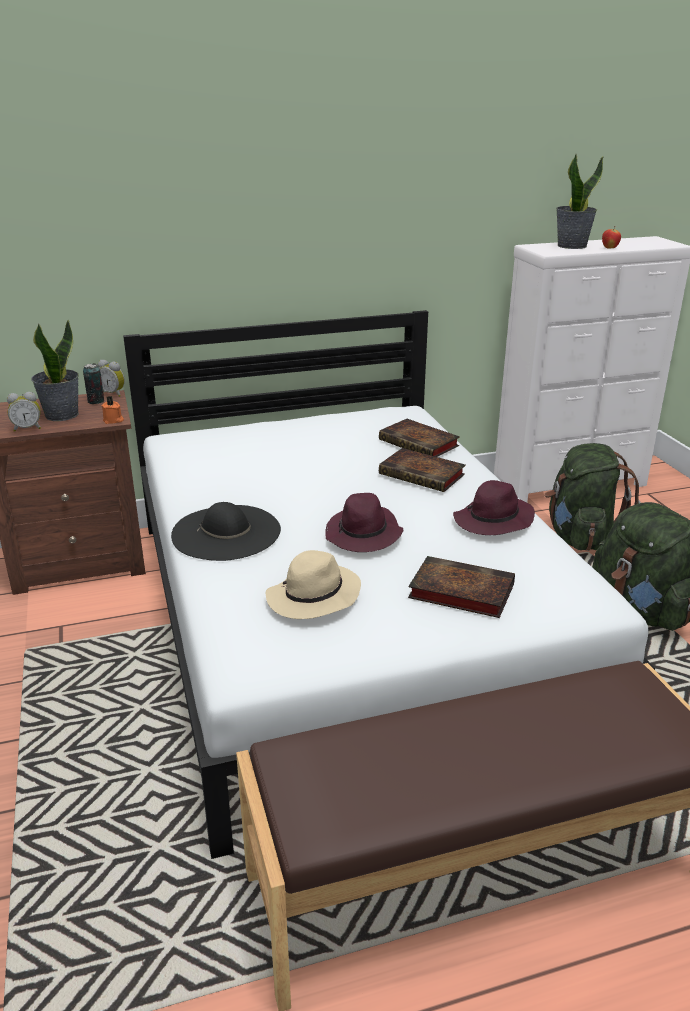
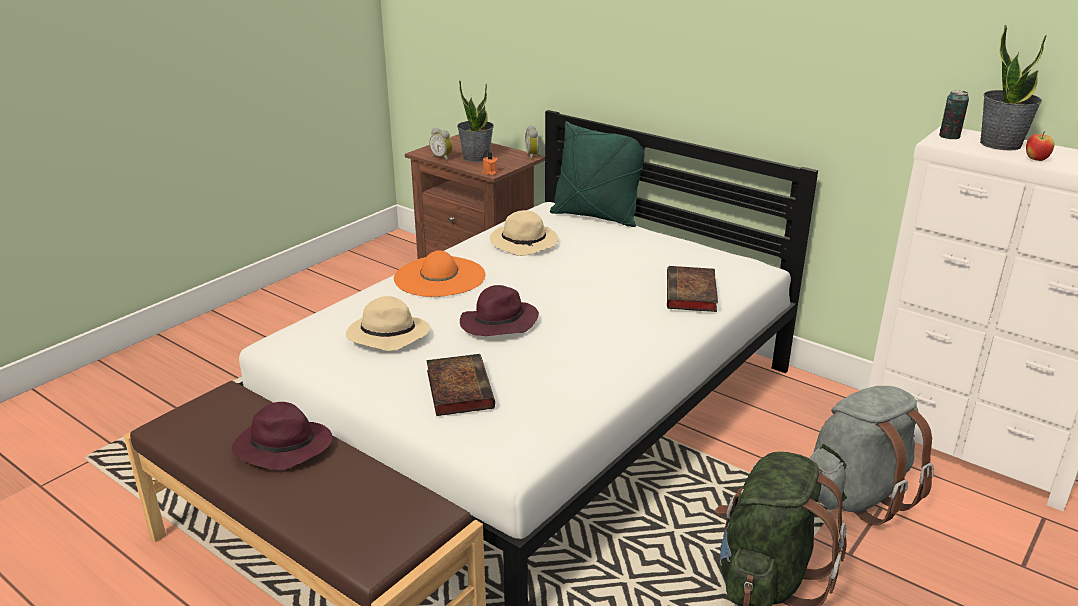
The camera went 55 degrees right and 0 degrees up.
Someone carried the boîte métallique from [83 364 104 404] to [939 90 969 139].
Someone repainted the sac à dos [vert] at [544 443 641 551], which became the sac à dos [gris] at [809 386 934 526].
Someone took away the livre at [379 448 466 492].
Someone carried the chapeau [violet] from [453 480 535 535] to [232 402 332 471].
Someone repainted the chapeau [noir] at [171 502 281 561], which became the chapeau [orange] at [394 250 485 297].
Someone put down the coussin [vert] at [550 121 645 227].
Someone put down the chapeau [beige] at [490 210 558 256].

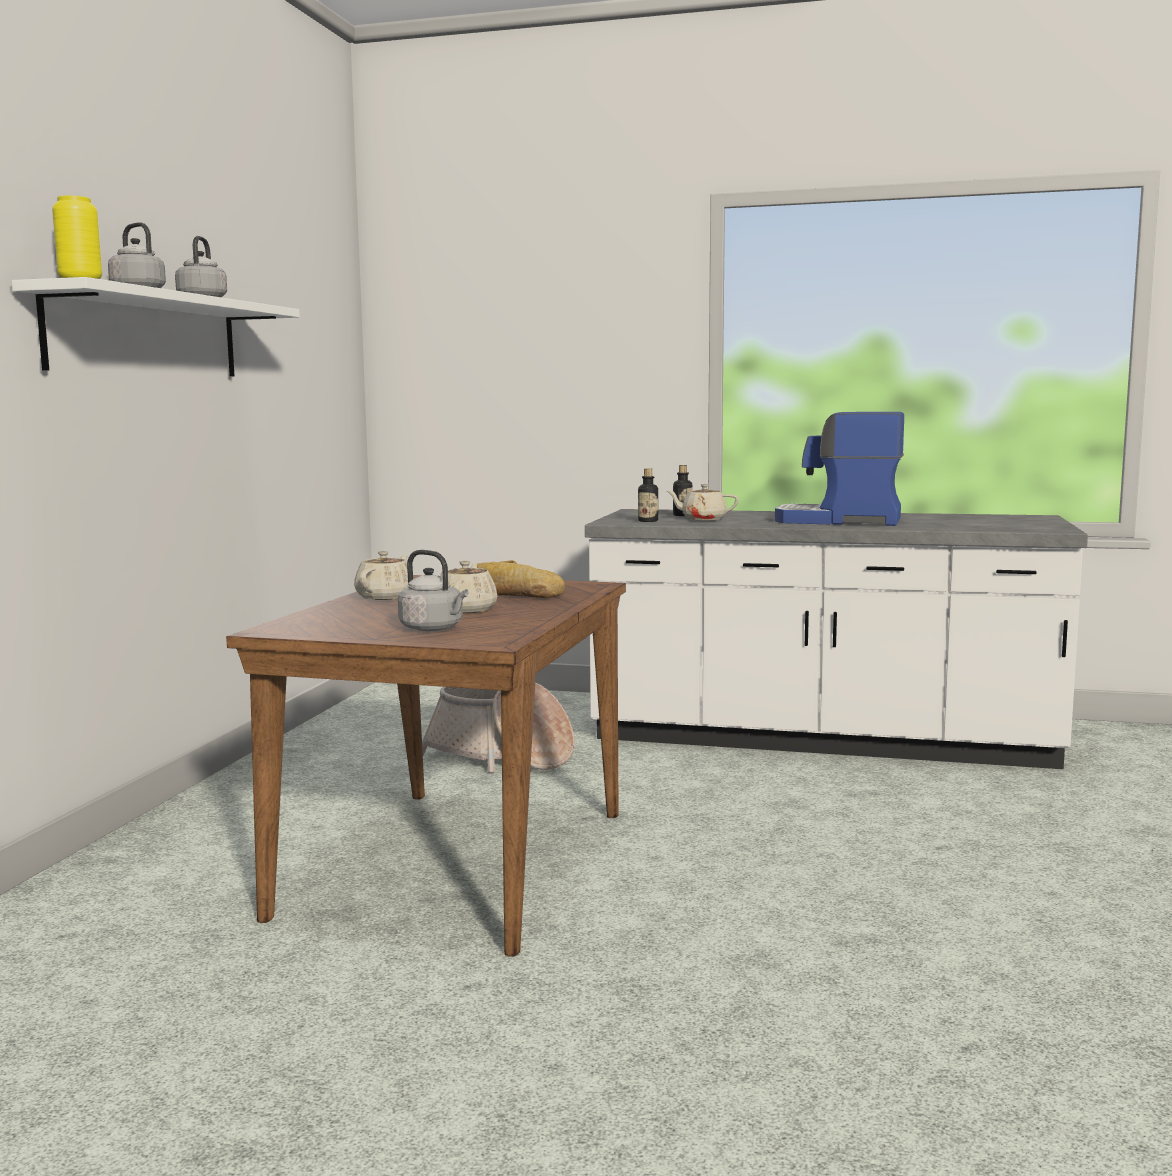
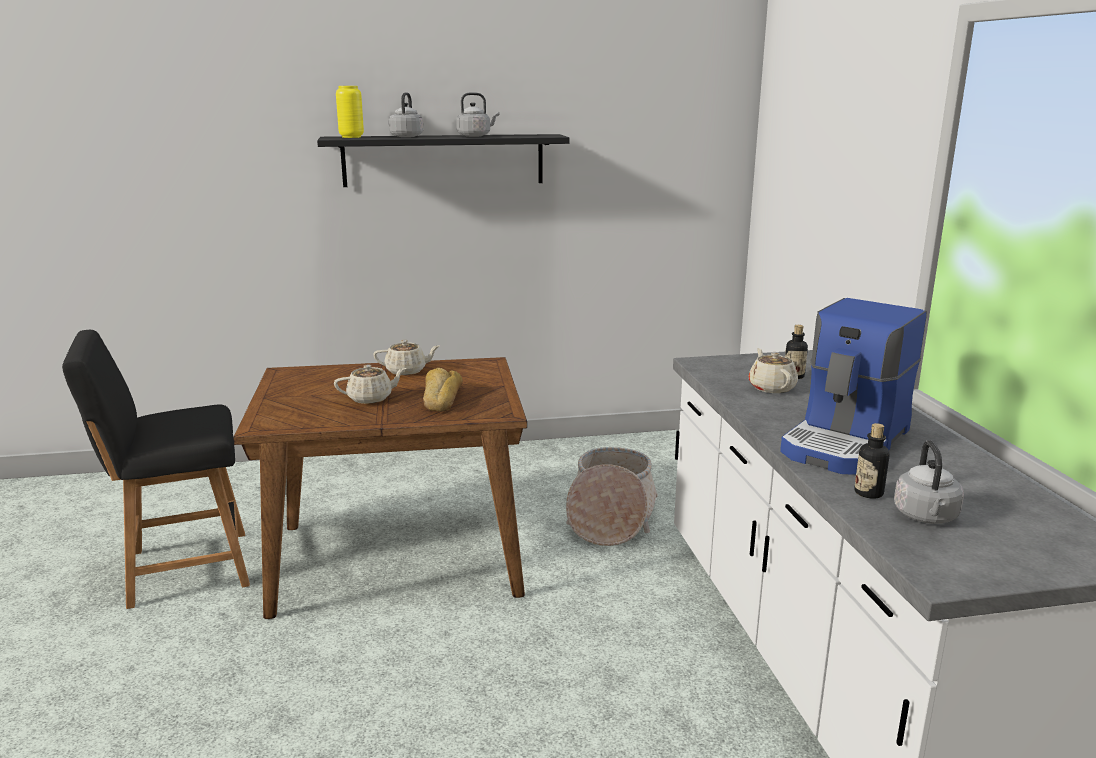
The camera went 65 degrees right and 10 degrees up.
Someone repainted the étagère [blanc] at [12 277 300 376], which became the étagère [noir] at [317 134 569 187].
Someone rotated the machine à café at [775 412 904 526] by 135 degrees counterclockwise.
Someone carried the bouteille from [638 468 658 522] to [854 423 889 499].
Someone carried the bouilloire [gris] from [398 550 468 631] to [894 440 964 524].
Someone put down the chaise [noir] at [62 330 250 609].

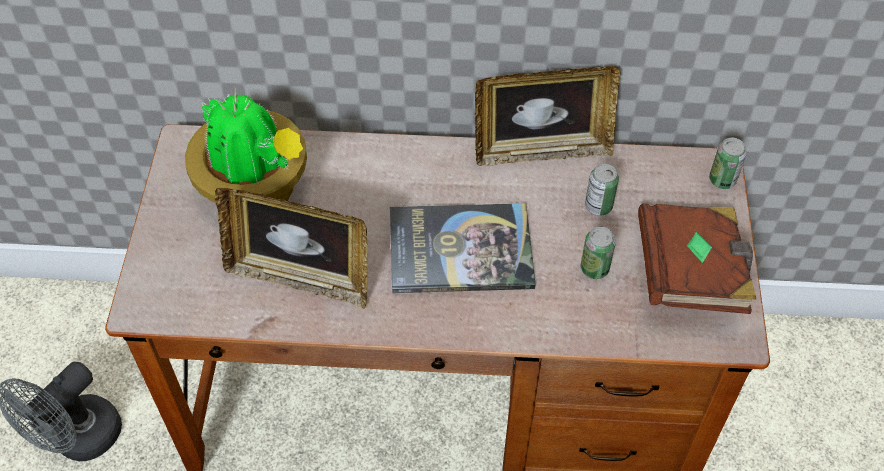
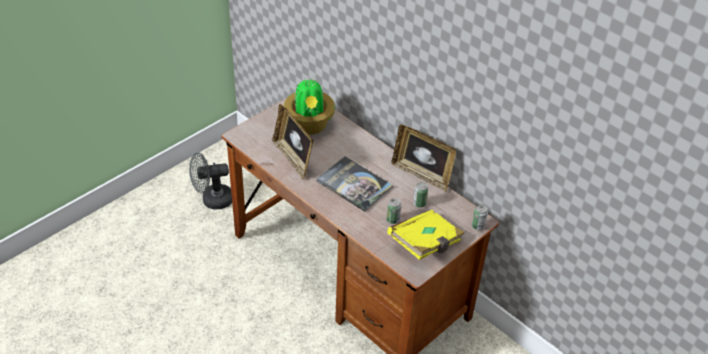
The camera went 40 degrees right and 10 degrees down.
Someone repainted the livre [marron] at [638 203 756 314], which became the livre [jaune] at [387 210 465 260].

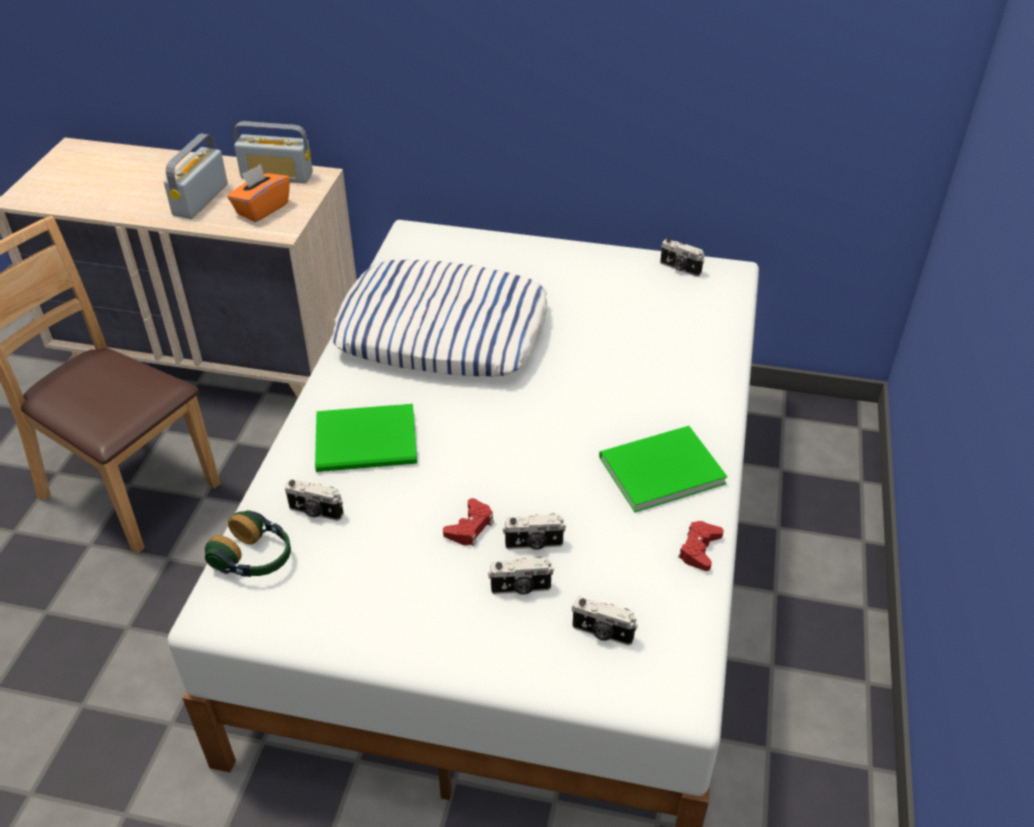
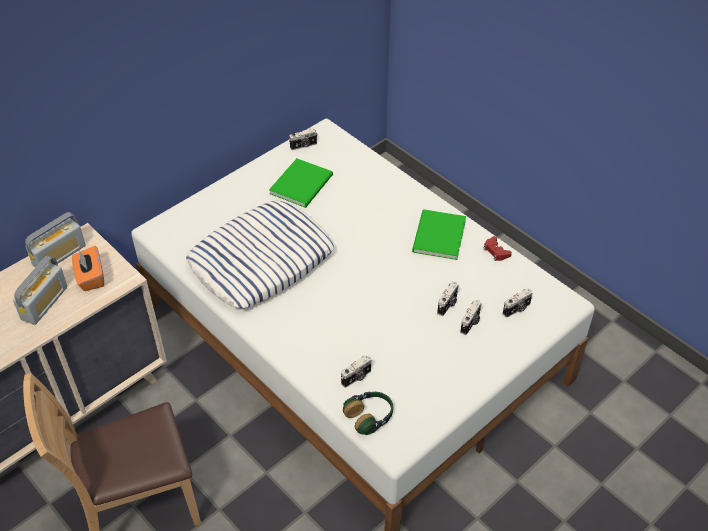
The camera went 55 degrees left and 5 degrees up.
Someone rotated the radio at [164 133 228 219] by 120 degrees counterclockwise.
Someone carried the livre [vert] from [315 404 417 472] to [269 158 333 208].
Someone took away the manette [rouge] at [443 498 494 546].

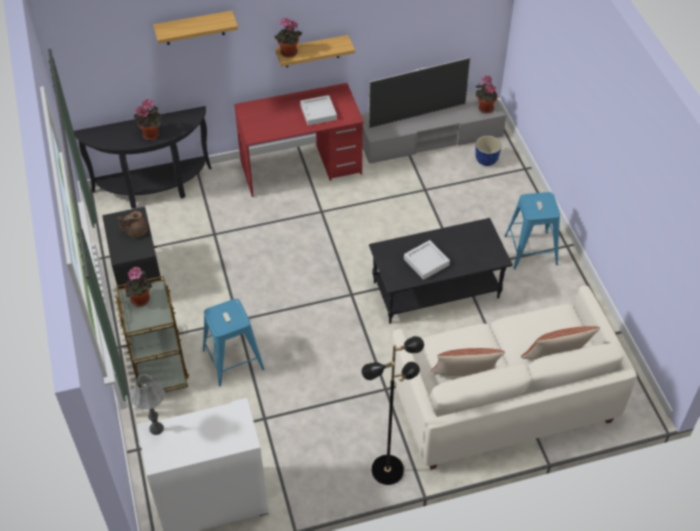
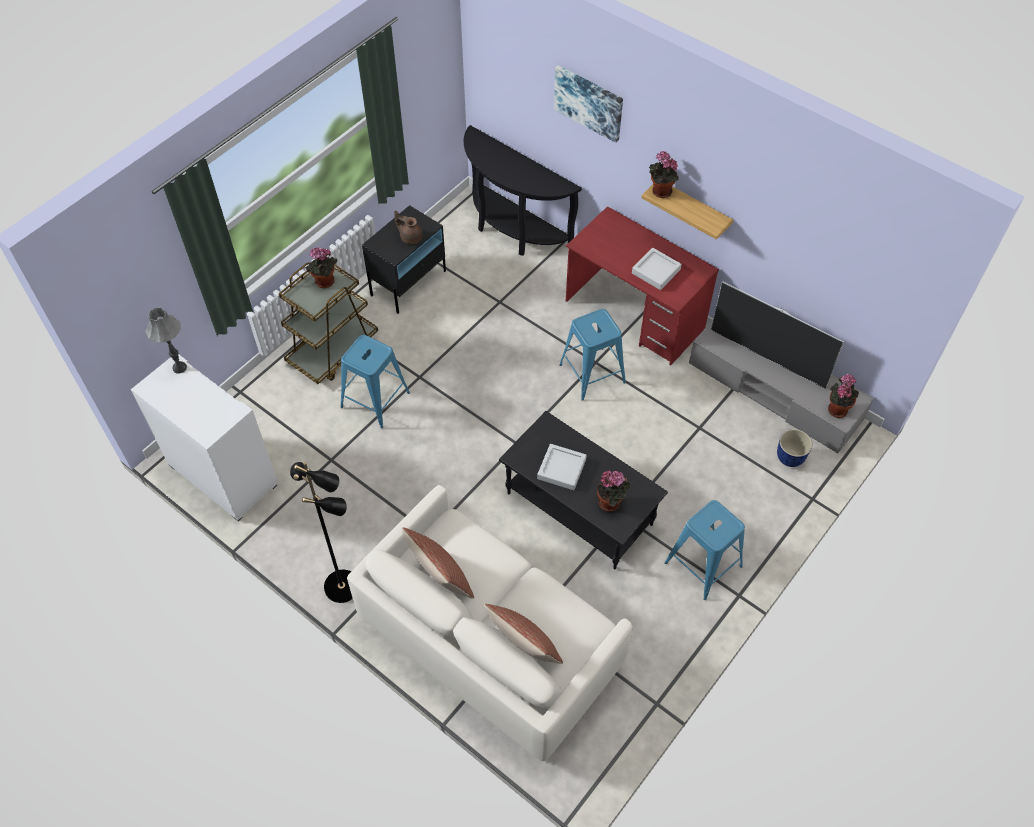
The camera went 55 degrees right and 5 degrees up.
Someone swapped the étagère at [153 11 238 45] for the tableau at [554 65 623 143].
Someone carried the plante en pot from [134 99 162 140] to [597 470 631 512].
Someone put down the tabouret [bleu] at [559 309 626 401].

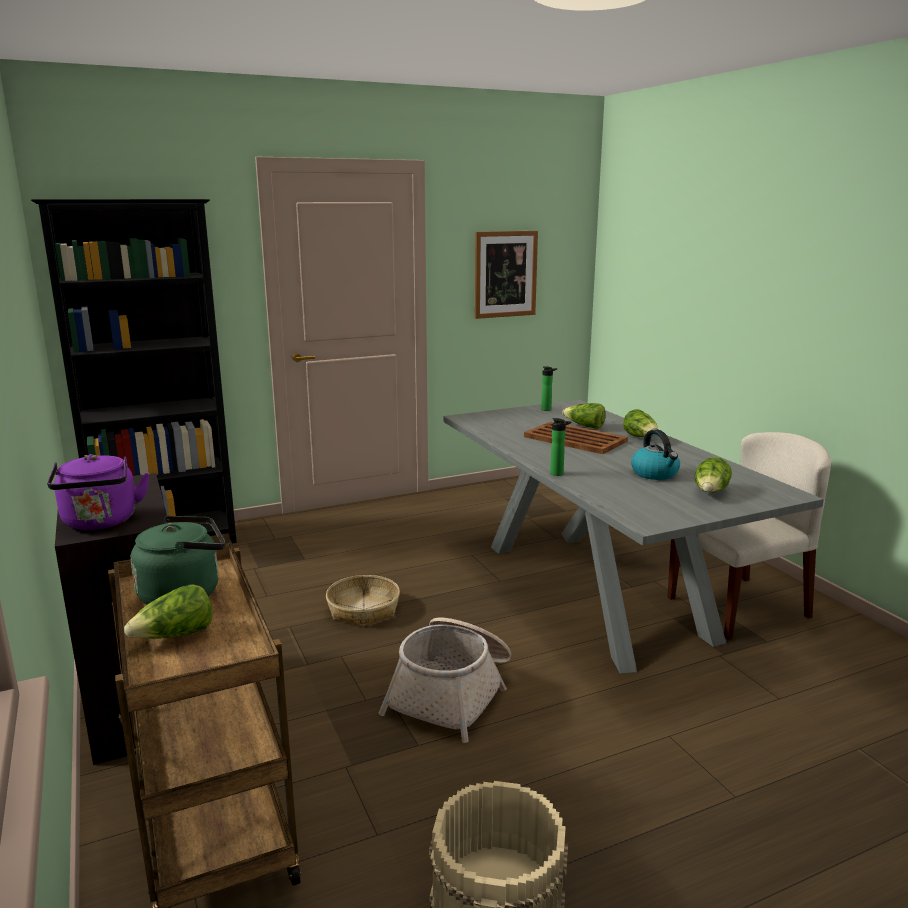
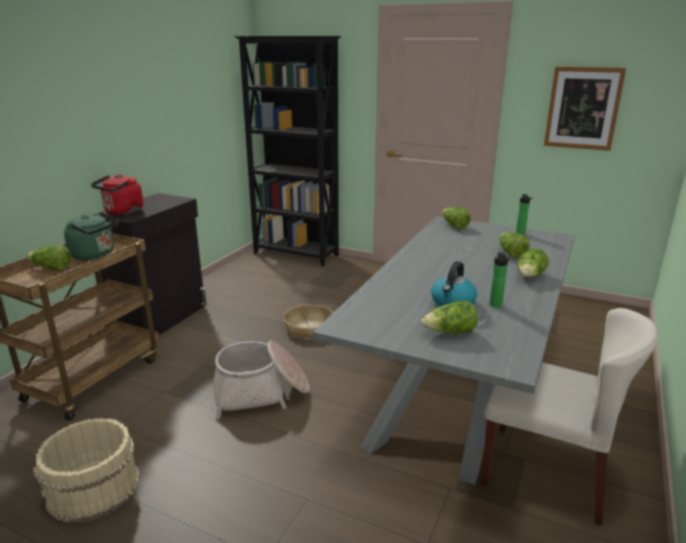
The camera went 50 degrees right and 5 degrees up.
Someone carried the bouteille from [550 418 572 476] to [489 252 510 307].
Someone took away the plateau [marron] at [524 422 628 454].
Someone repainted the bouilloire [violet] at [47 454 150 530], which became the bouilloire [rouge] at [91 175 143 215].
Someone put down the laitue at [443 207 471 229].

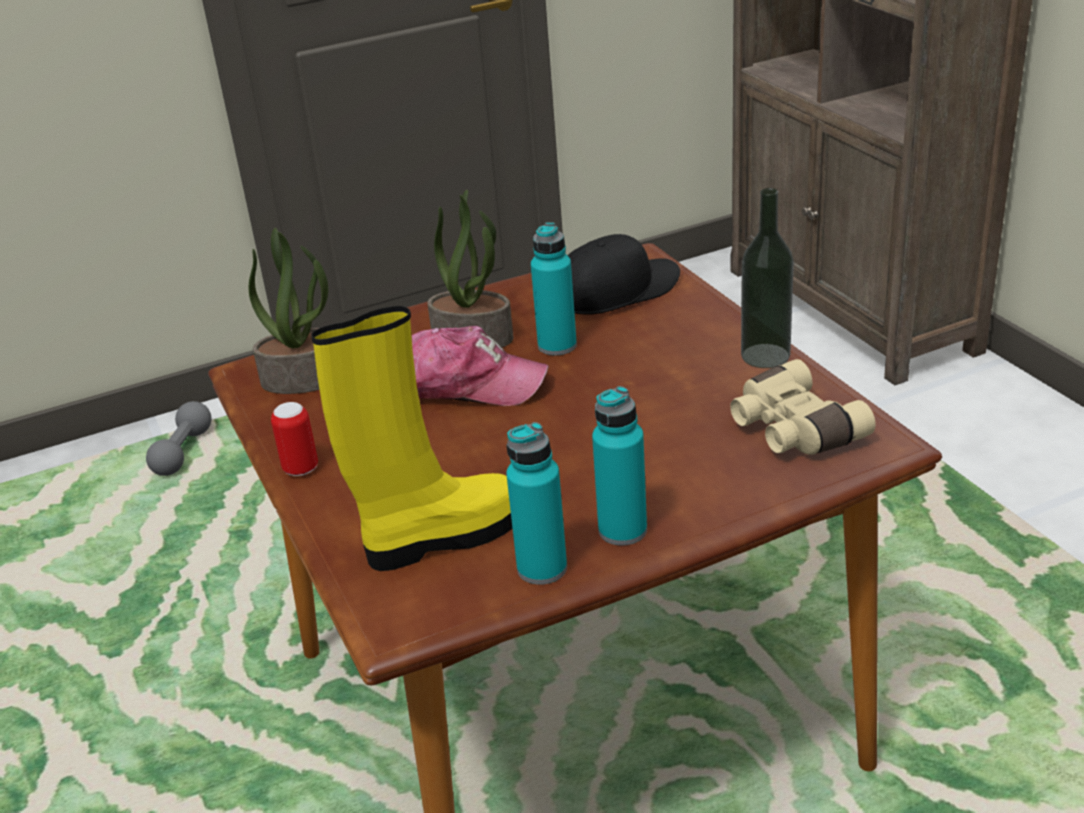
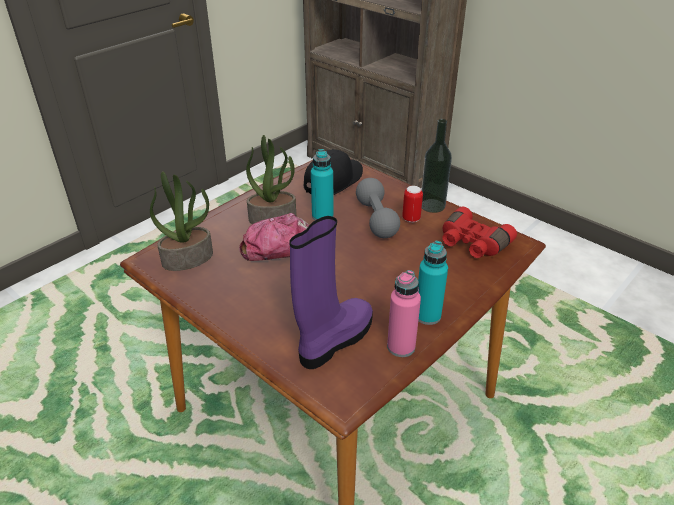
The camera went 25 degrees left and 5 degrees up.
Someone repainted the botte [jaune] at [311 306 513 571], which became the botte [violet] at [289 216 373 369].
Someone repainted the jumelles [beige] at [730 359 876 455], which became the jumelles [rouge] at [442 207 517 258].
Someone carried the haltère [gris] from [146 401 212 476] to [356 178 400 238].
Someone carried the boîte métallique from [271 402 318 476] to [402 186 423 223].
Someone repainted the bouteille [turquoise] at [506 422 567 585], which became the bouteille [rose] at [387 270 421 357].

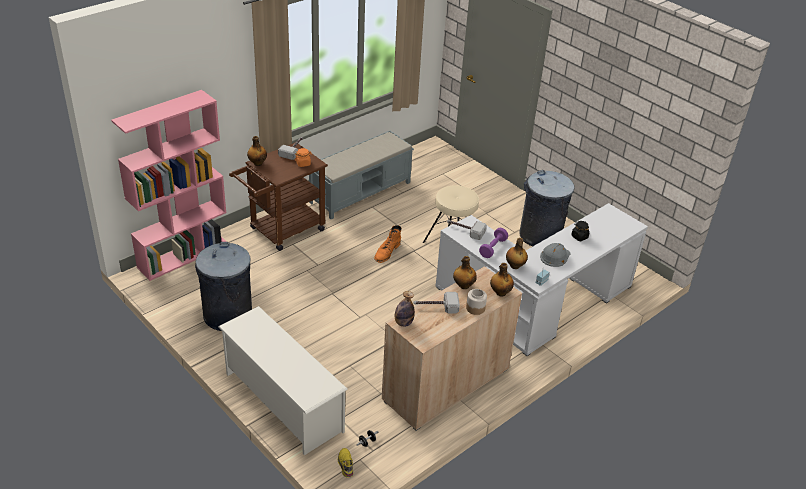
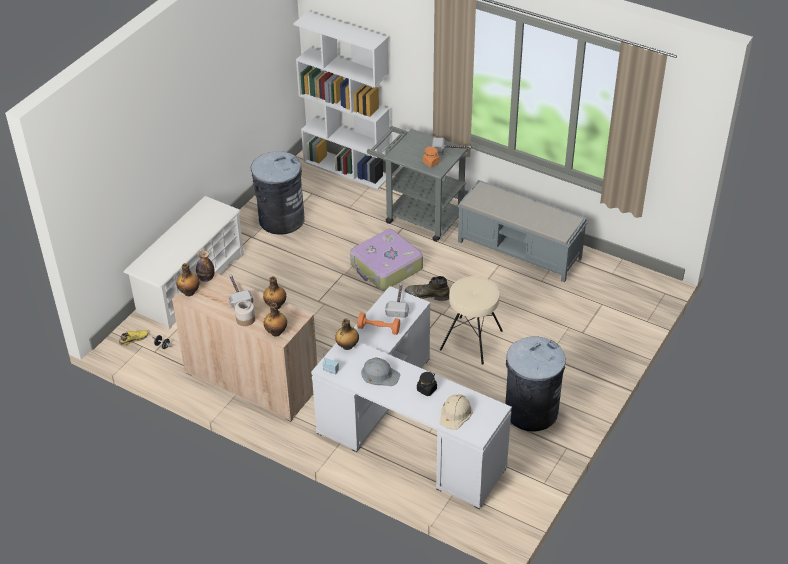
The camera went 75 degrees right and 5 degrees up.
Someone repainted the bibliothèque [rose] at [111 90 227 281], which became the bibliothèque [blanc] at [293 11 390 190].
Someone carried the bouteille from [247 136 267 166] to [176 263 200 296].
Someone repainted the chariot [marron] at [229 142 328 251], which became the chariot [gris] at [367 126 468 242].
Someone repainted the botte [orange] at [374 225 402 263], which became the botte [vert] at [405 276 450 301].
Someone repainted the haltère [violet] at [479 228 508 258], which became the haltère [orange] at [357 313 400 335].
Someone put down the valise at [350 229 423 290].
Someone put down the casque de chantier [beige] at [439 394 473 430].

